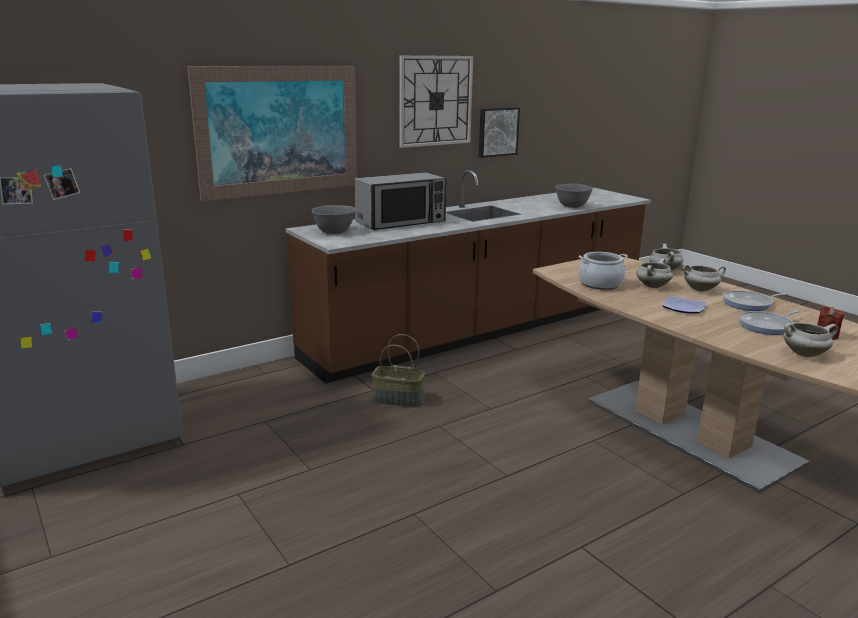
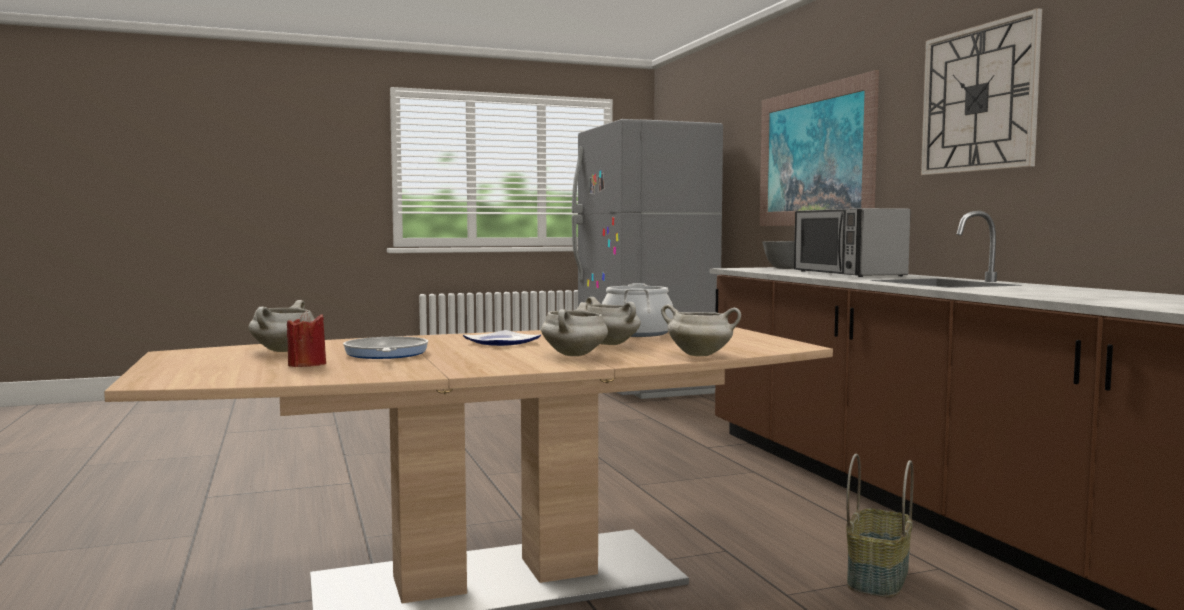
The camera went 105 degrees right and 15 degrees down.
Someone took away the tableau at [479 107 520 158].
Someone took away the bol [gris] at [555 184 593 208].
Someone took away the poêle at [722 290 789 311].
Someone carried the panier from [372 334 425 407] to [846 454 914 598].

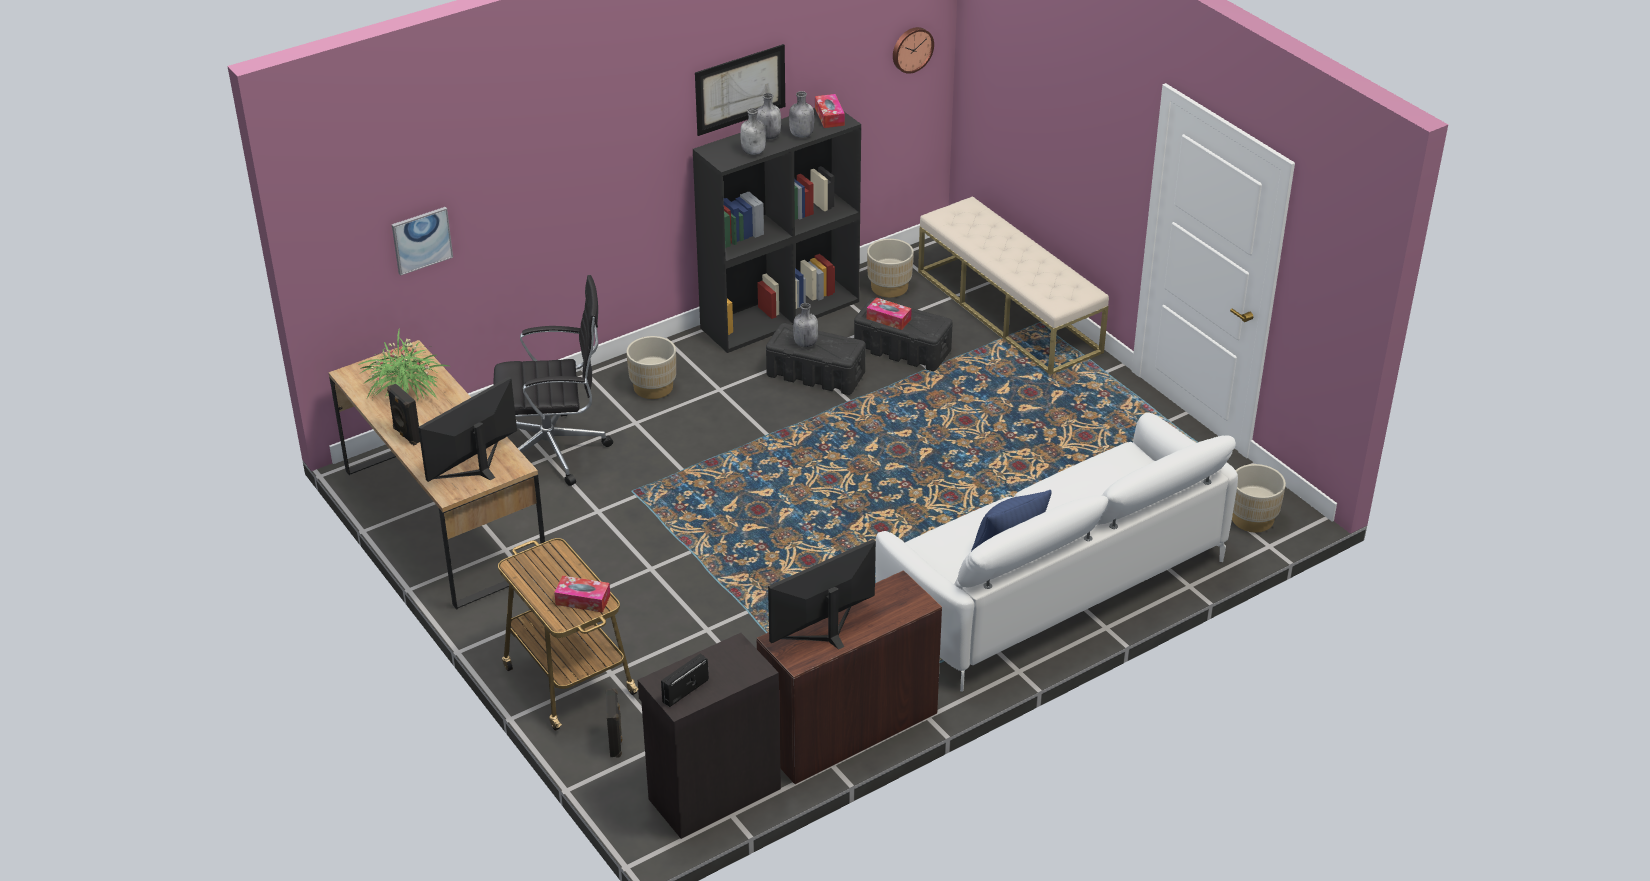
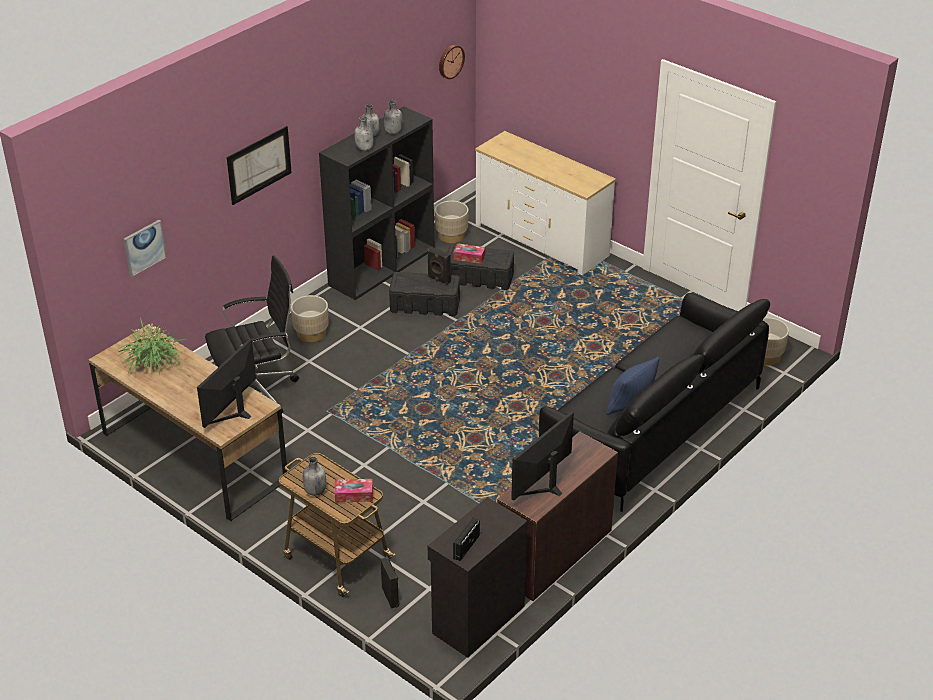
The camera went 15 degrees left and 0 degrees up.
Someone carried the tableau from [695 44 785 136] to [227 126 292 205].
Someone took away the boîte à mouchoirs at [815 94 845 128].
Someone swapped the banc [beige] at [918 196 1109 375] for the commode [blanc] at [475 131 616 275].
Someone carried the bouteille [gris] from [793 303 818 347] to [303 457 326 496].
Someone carried the enceinte [noir] from [387 384 420 445] to [427 247 451 285].
Someone repainted the canapé [blanc] at [875 412 1238 692], which became the canapé [noir] at [539 293 770 512].

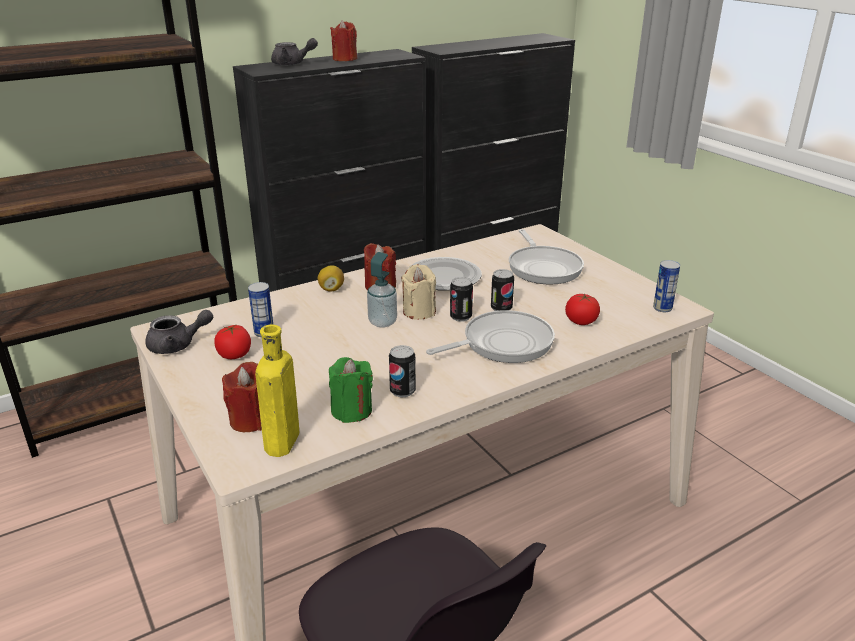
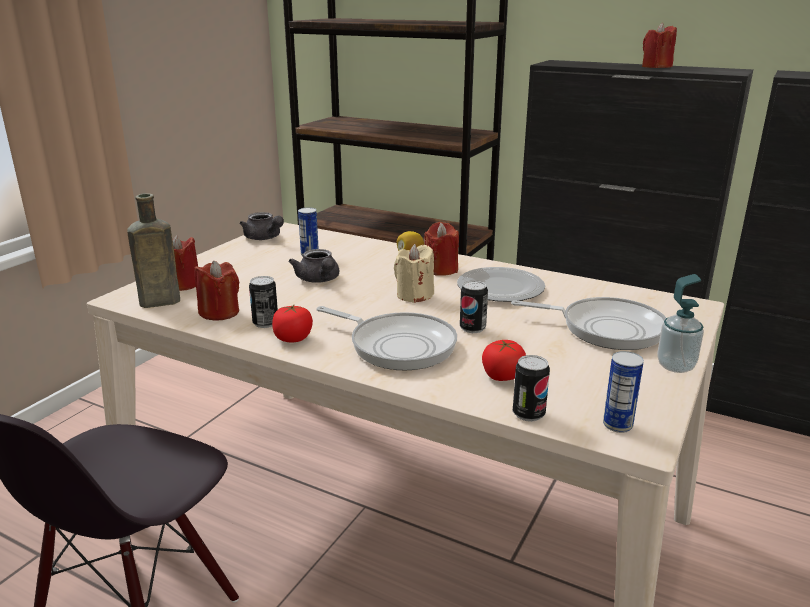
The camera went 60 degrees right and 5 degrees down.
Someone carried the théière [gris] from [271 38 318 66] to [289 249 339 283].
Someone rotated the poêle at [509 229 584 285] by 120 degrees counterclockwise.
Someone carried the distributeur de savon from [367 252 397 328] to [657 274 704 373].
Someone carried the boîte métallique from [450 277 473 322] to [513 355 550 422].
Someone carried the tomate from [214 324 251 359] to [272 304 313 343].
Someone repainted the bouteille [jaune] at [255 325 299 457], which became the bouteille [marron] at [127 193 180 308].
Someone repainted the bougie [vert] at [329 357 373 423], which became the bougie [rouge] at [194 261 239 321].

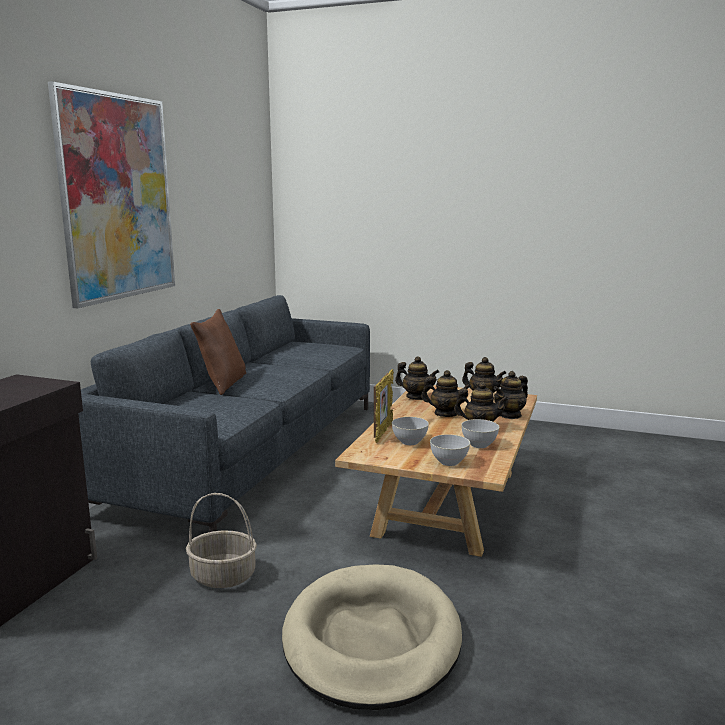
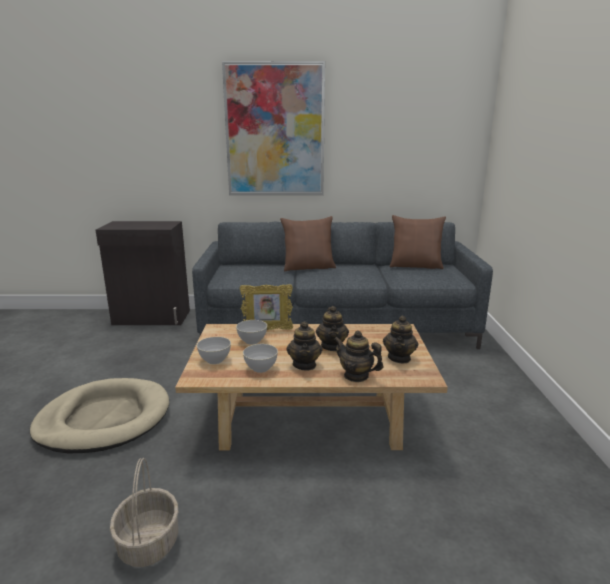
The camera went 70 degrees right and 5 degrees up.
Someone took away the théière at [395 356 439 400].
Someone carried the panier from [186 493 257 588] to [110 458 178 567].
Someone put down the coussin [marron] at [390 215 446 269].

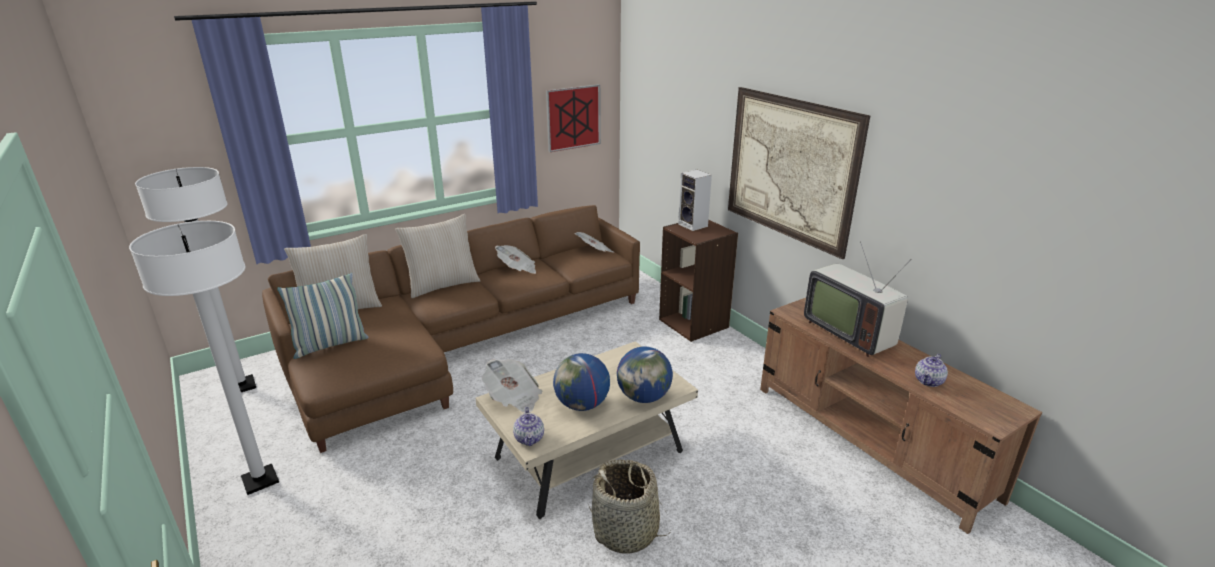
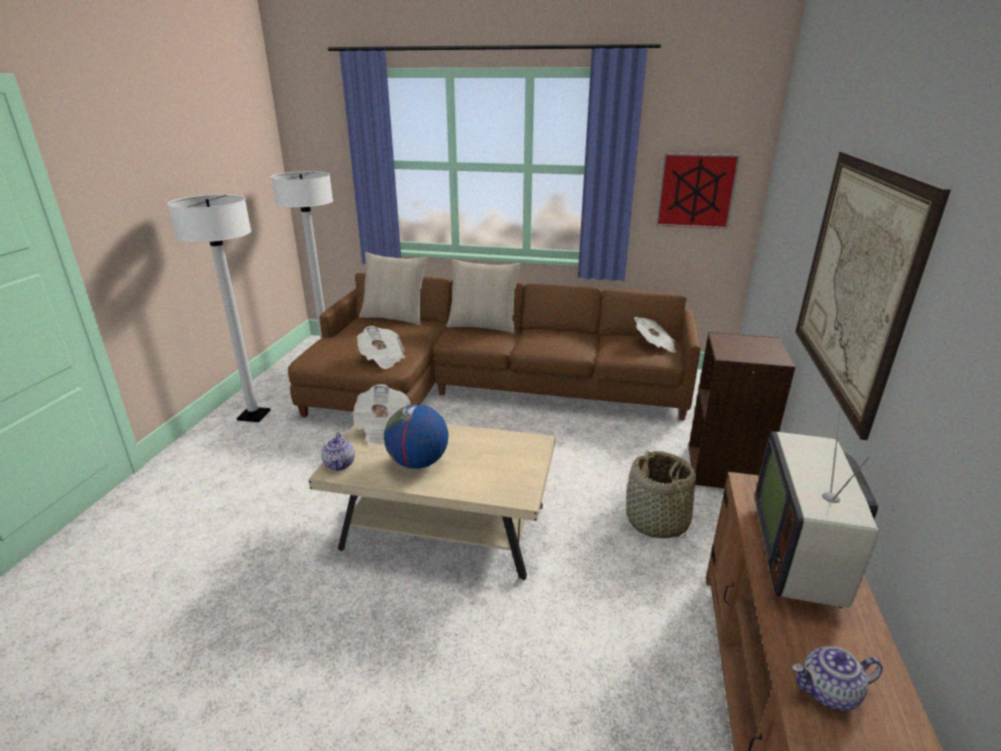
The camera went 45 degrees right and 0 degrees up.
Someone took away the enceinte at [678 169 712 231].
Someone carried the journal from [495 245 536 274] to [357 326 406 369].
Someone took away the coussin at [277 273 369 359].
Someone took away the globe at [617 346 673 403].
Someone rotated the théière at [513 407 544 446] by 45 degrees counterclockwise.
Someone carried the panier from [588 459 671 554] to [626 450 696 538].

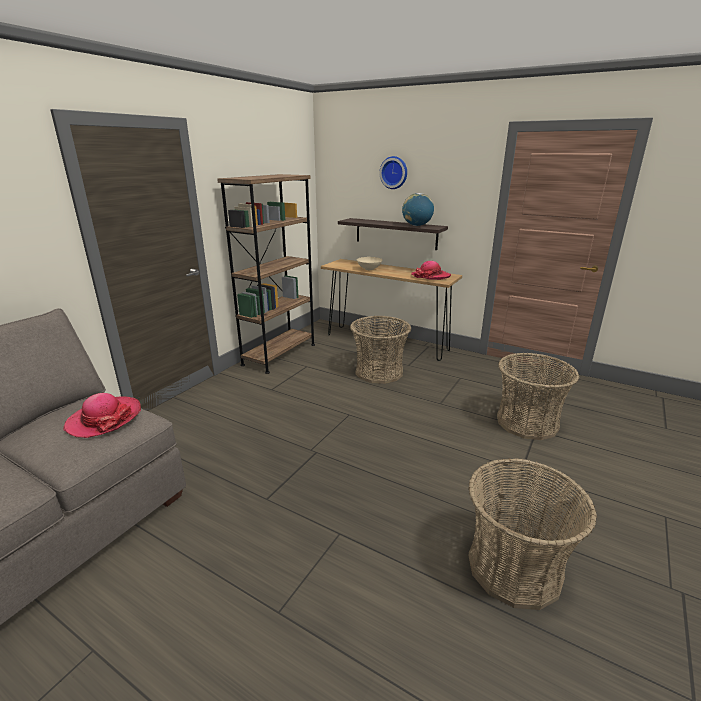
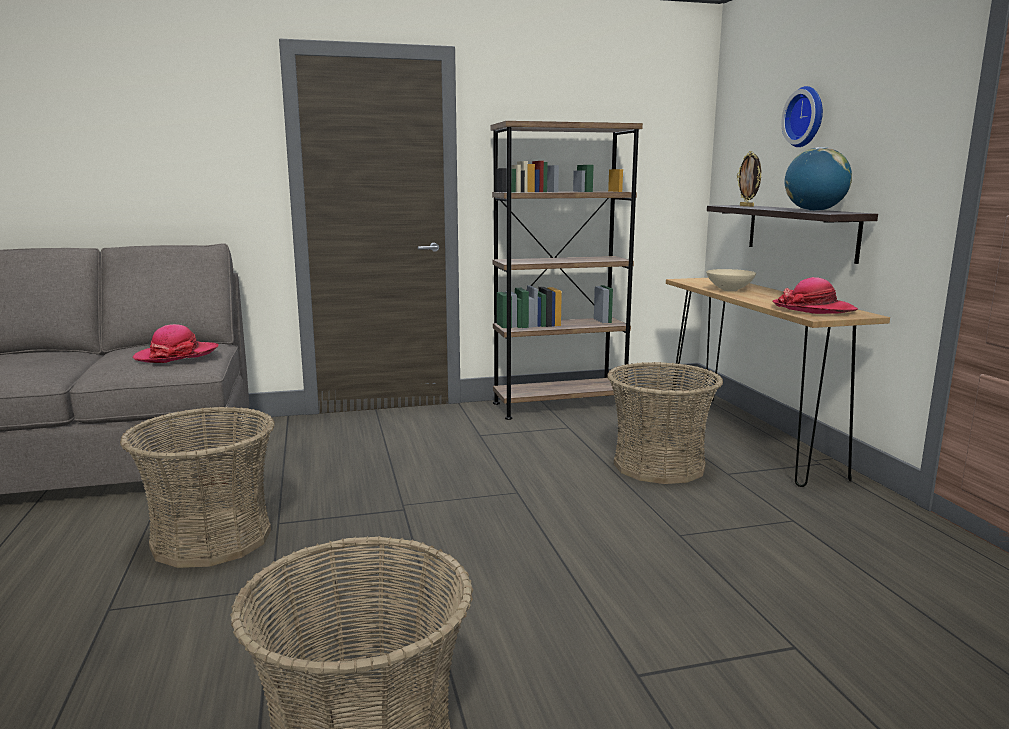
The camera went 45 degrees right and 10 degrees down.
Someone carried the panier from [497 353 579 440] to [120 407 274 568].
Someone put down the cadre photo at [737 151 761 207].

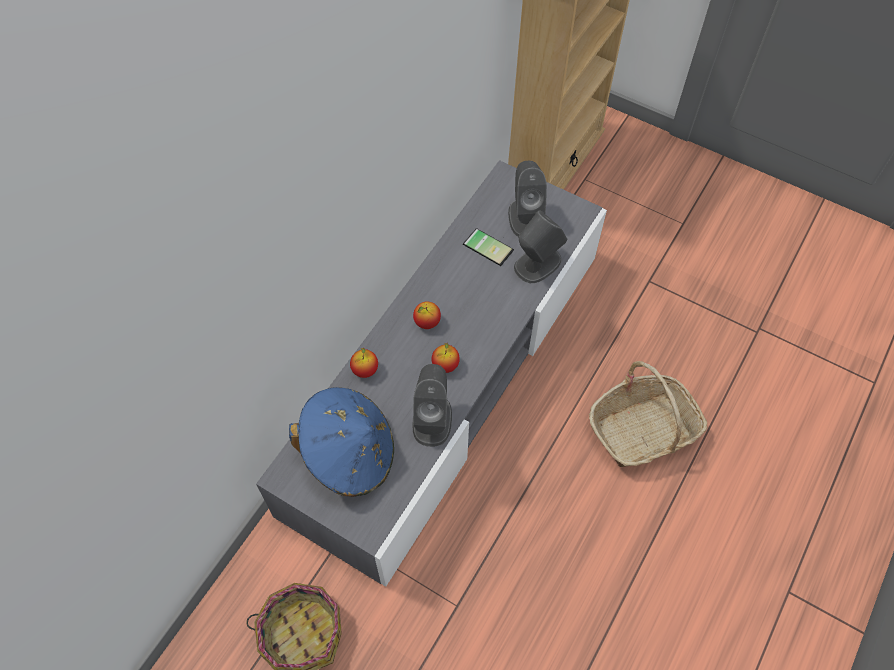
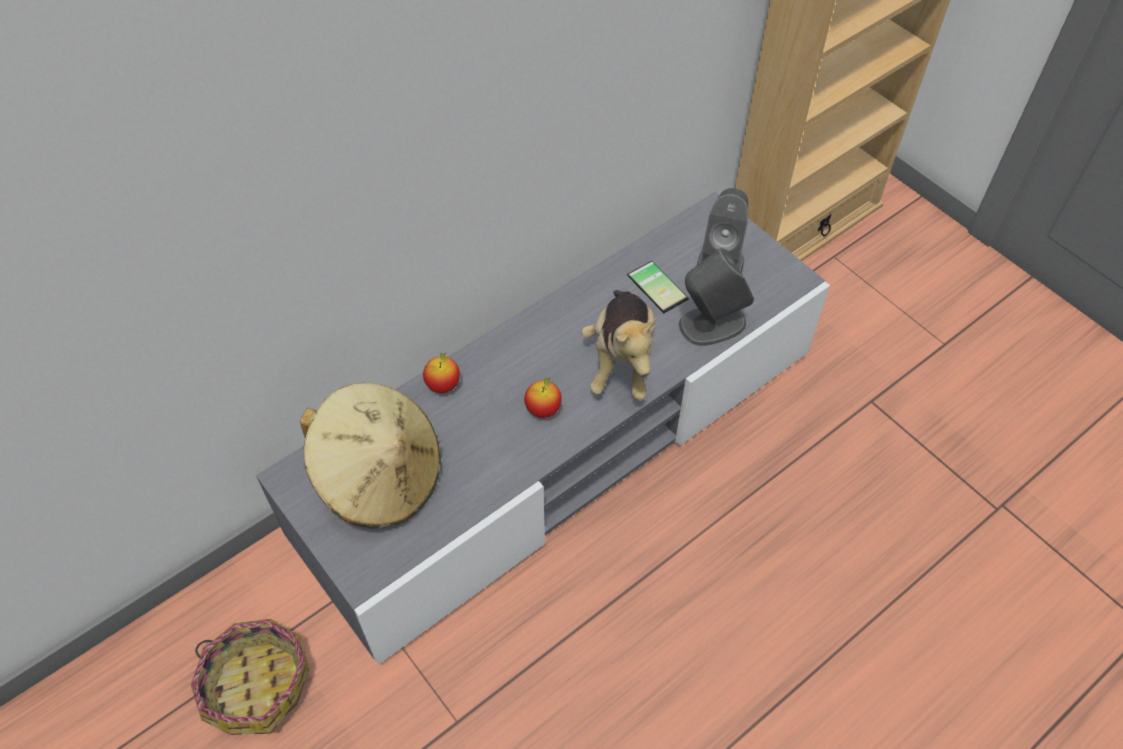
The camera went 20 degrees right and 5 degrees down.
Someone took away the pomme at [413 301 441 329].
Someone took away the panier at [589 361 707 467].
Someone took away the enceinte [gris] at [412 364 452 447].
Someone repainted the chapeau [bleu] at [289 387 394 497], which became the chapeau [beige] at [300 383 441 529].
Someone put down the peluche at [582 290 656 401].

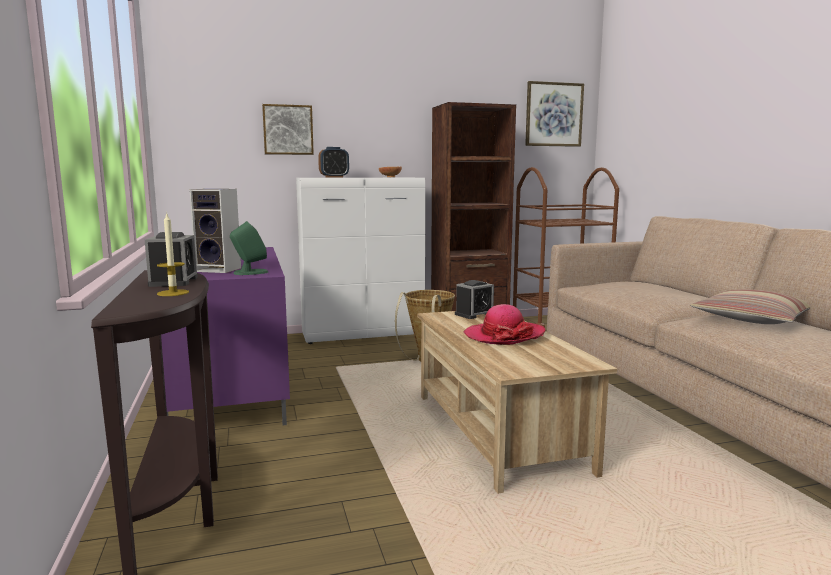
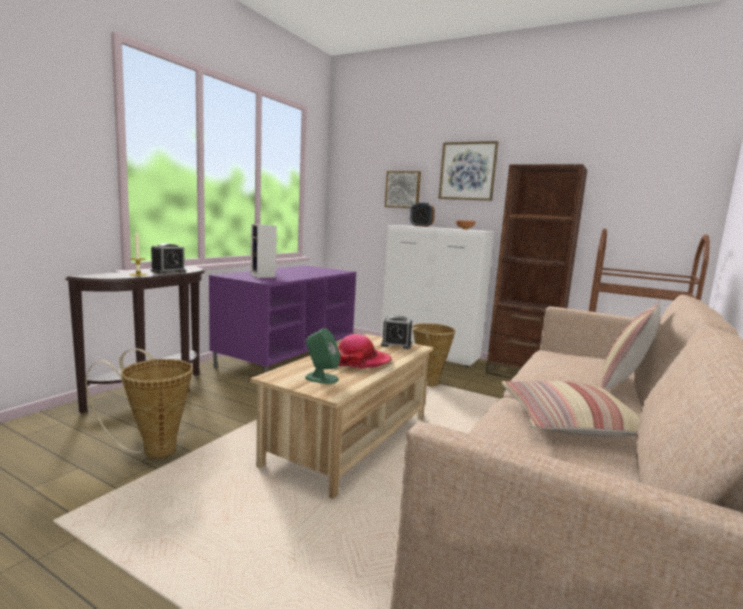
The camera went 45 degrees right and 0 degrees up.
Someone carried the tableau from [525 81 584 147] to [438 141 498 201].
Someone carried the enceinte [vert] from [230 221 268 275] to [305 328 340 384].
Someone put down the coussin at [602 301 661 390].
Someone put down the panier at [85 348 193 458].

